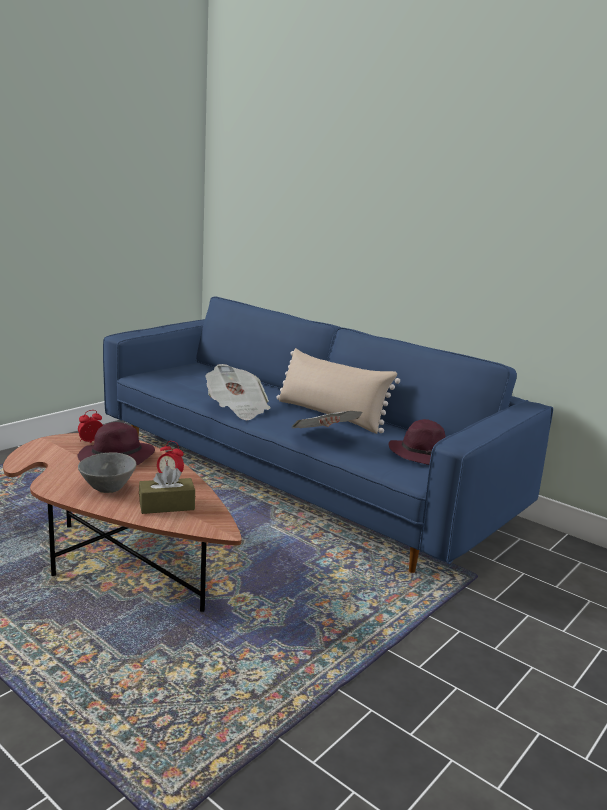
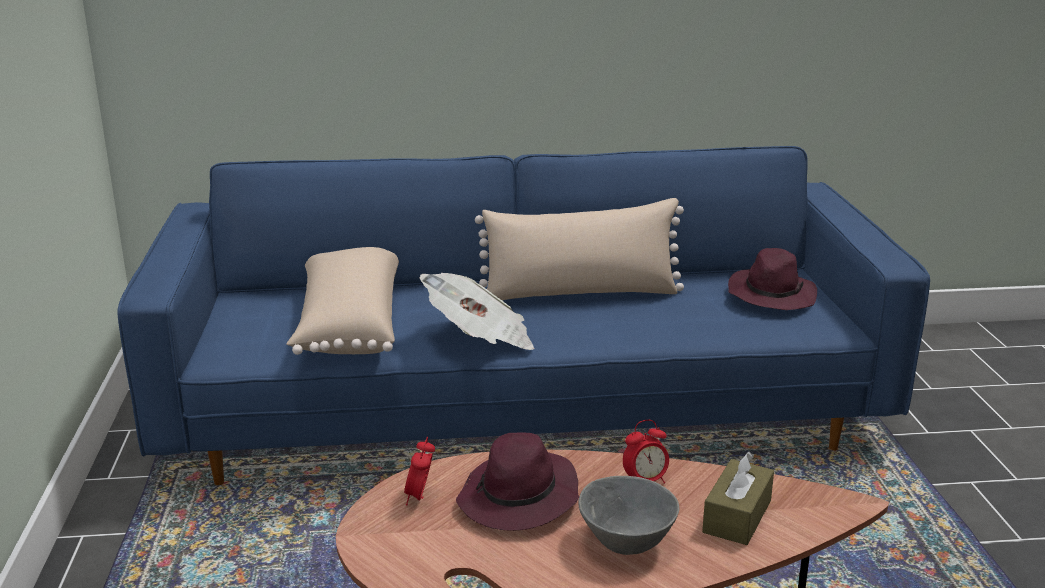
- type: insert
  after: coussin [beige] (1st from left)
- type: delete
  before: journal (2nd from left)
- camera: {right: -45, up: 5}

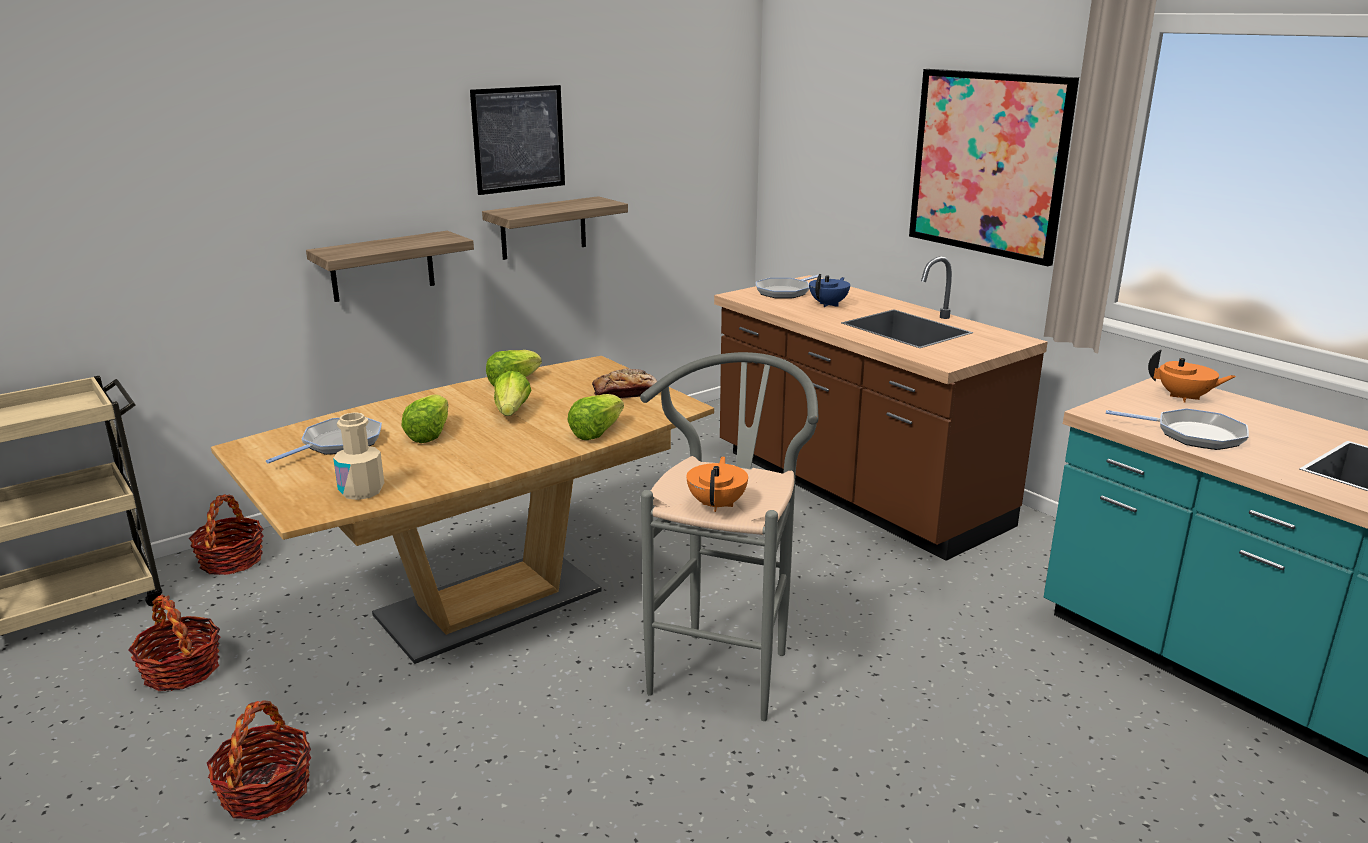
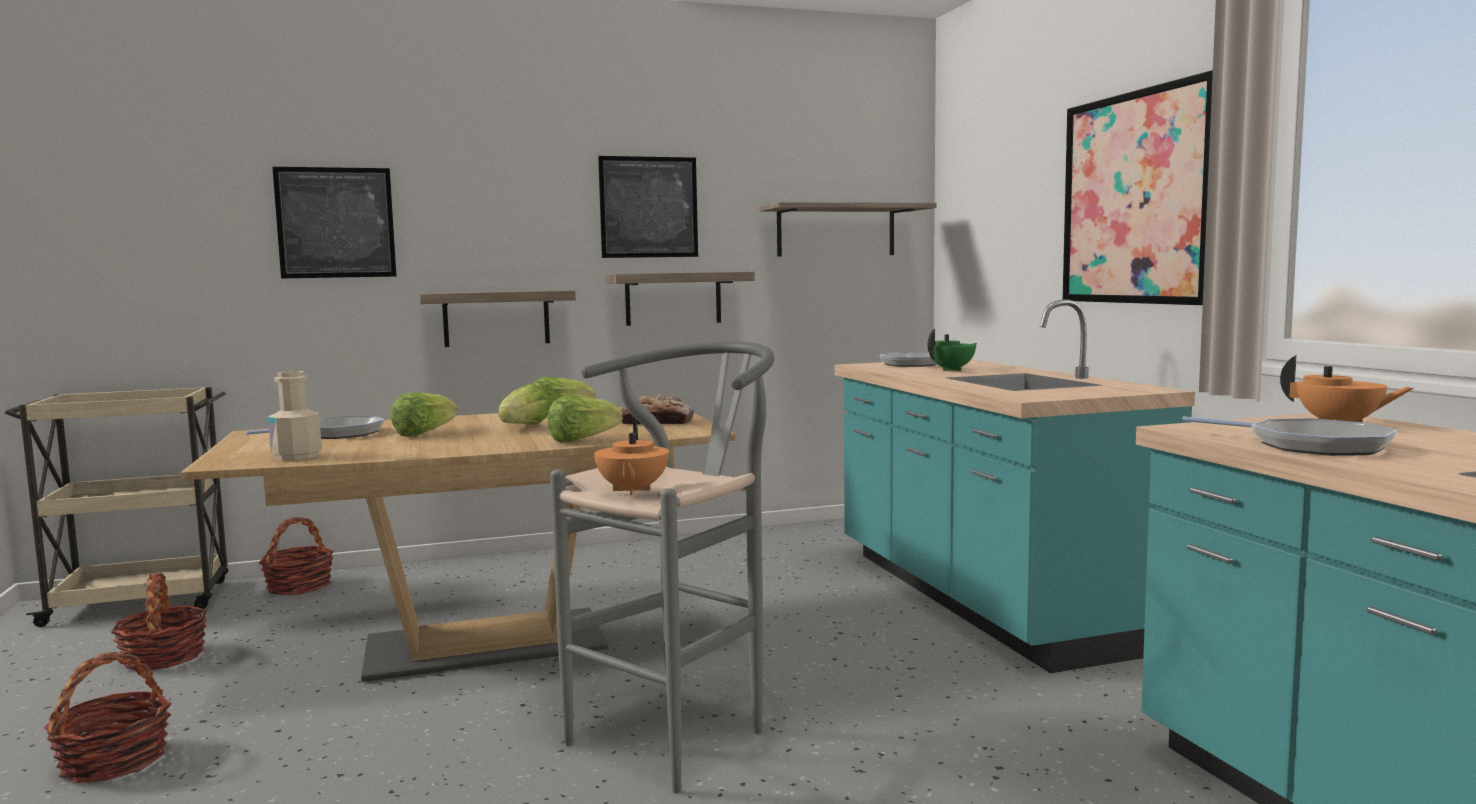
- type: insert
  after: tableau (1st from left)
- type: rotate
  before: théière [orange] (1st from left)
  turn: 150
- type: insert
  after: étagère (3rd from left)
- type: recolor
  before: comptoir de cuisine [marron]
  after: comptoir de cuisine [turquoise] (1st from left)
- type: recolor
  before: théière [bleu]
  after: théière [vert]
- camera: {right: 20, up: -15}

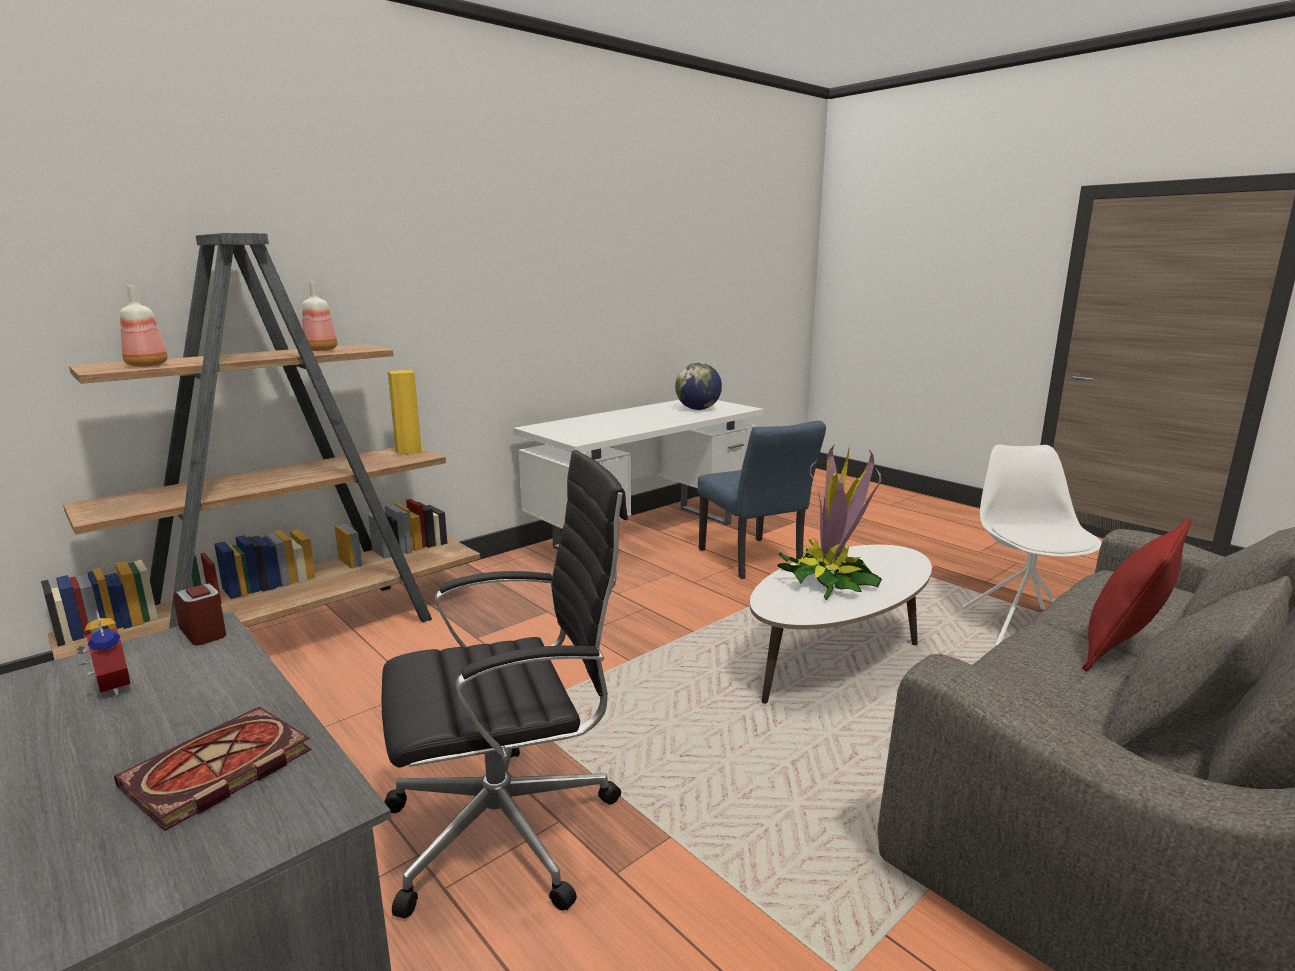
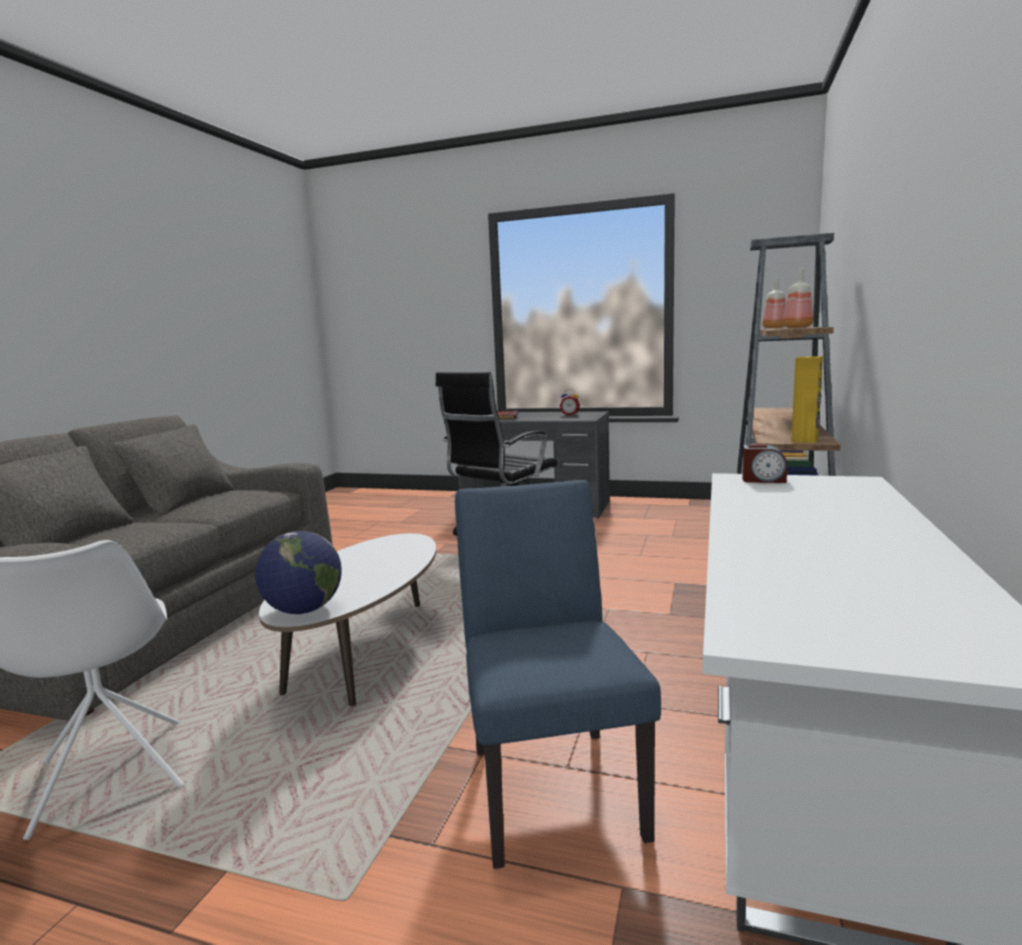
- type: move
  before: globe
- type: rotate
  before: chaise [bleu]
  turn: 45
- type: move
  before: réveil (2nd from left)
- type: delete
  before: plante en pot
- type: delete
  before: coussin [rouge]
- camera: {right: 150, up: -5}

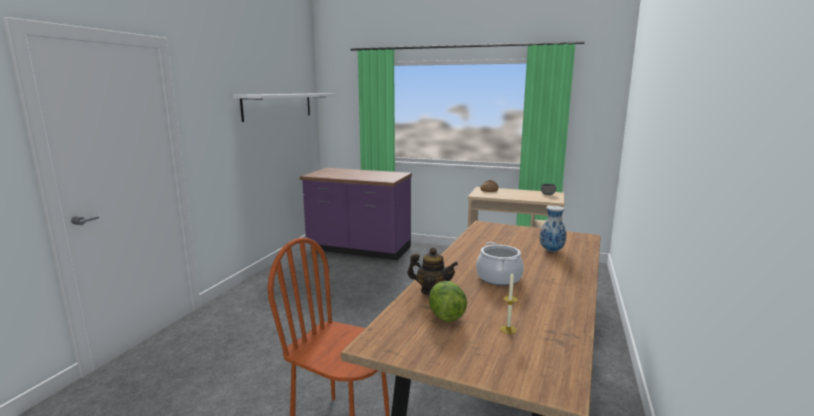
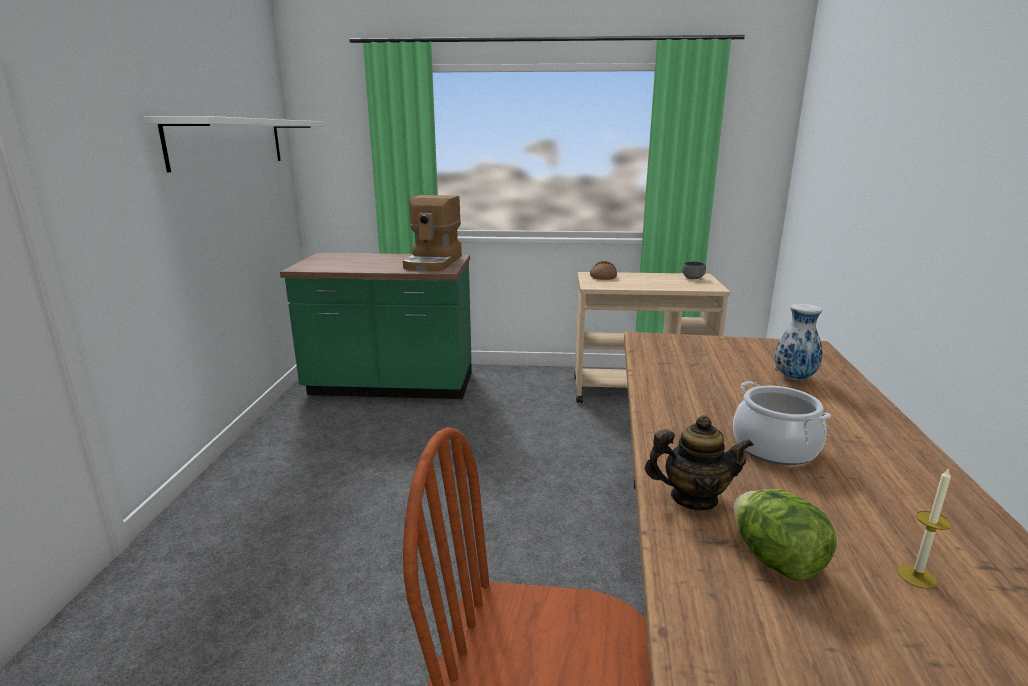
- type: recolor
  before: comptoir de cuisine [violet]
  after: comptoir de cuisine [vert]
- type: insert
  after: machine à café
- camera: {right: -15, up: 5}

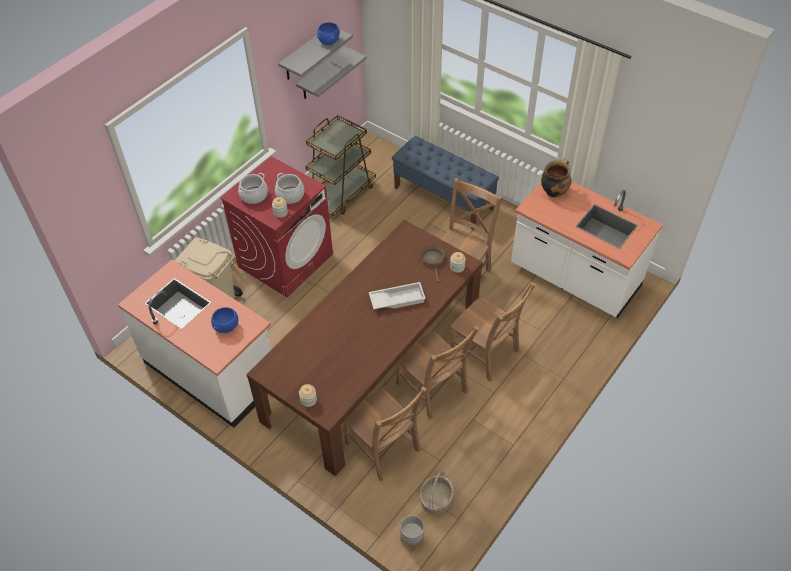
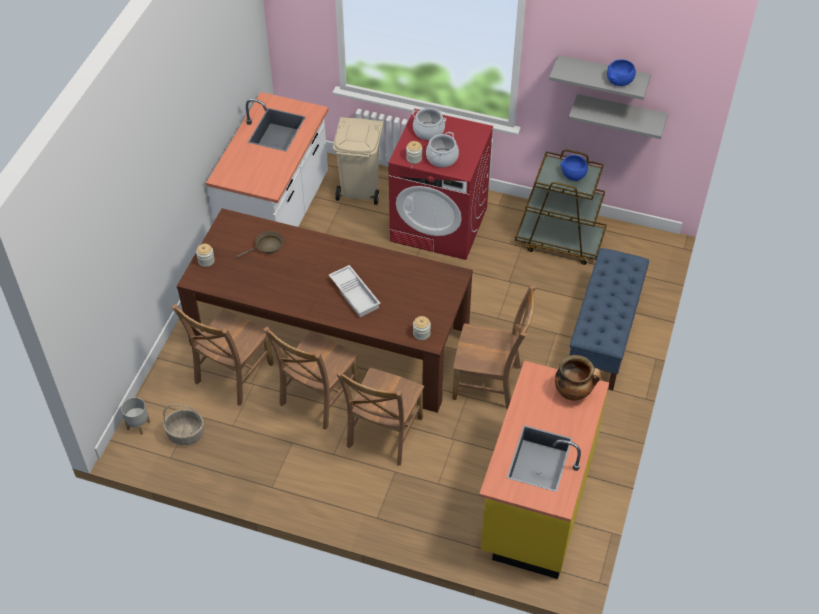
- type: move
  before: poêle [marron]
- type: recolor
  before: comptoir de cuisine [blanc] (2nd from left)
  after: comptoir de cuisine [jaune]
- type: move
  before: bol [bleu] (1st from left)
- camera: {right: 70, up: 0}

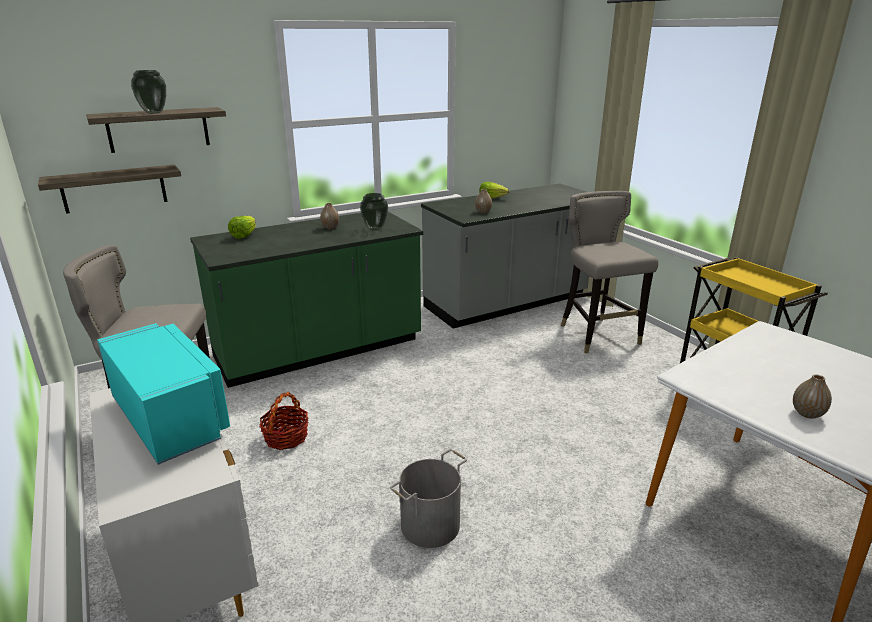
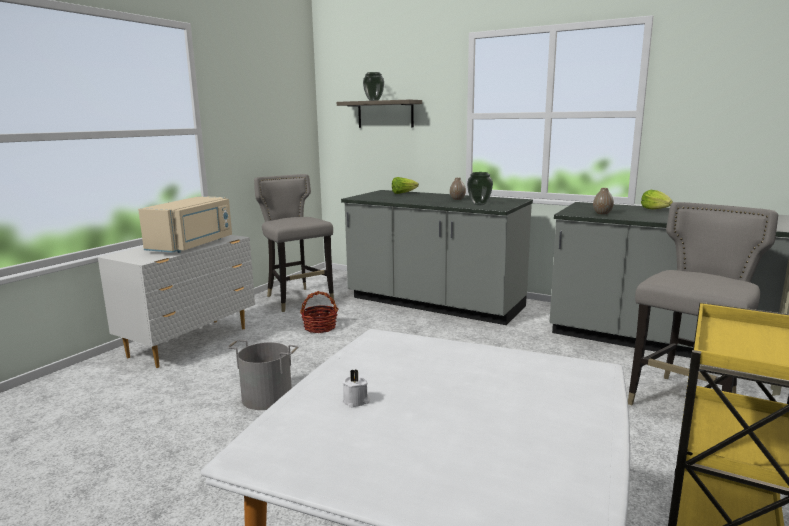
- type: recolor
  before: micro-ondes [turquoise]
  after: micro-ondes [beige]
- type: recolor
  before: comptoir de cuisine [vert]
  after: comptoir de cuisine [gris] (1st from left)
- type: replace
  before: vase (5th from left)
  after: bougie [blanc]
- type: delete
  before: étagère (1st from left)
- camera: {right: 60, up: -10}

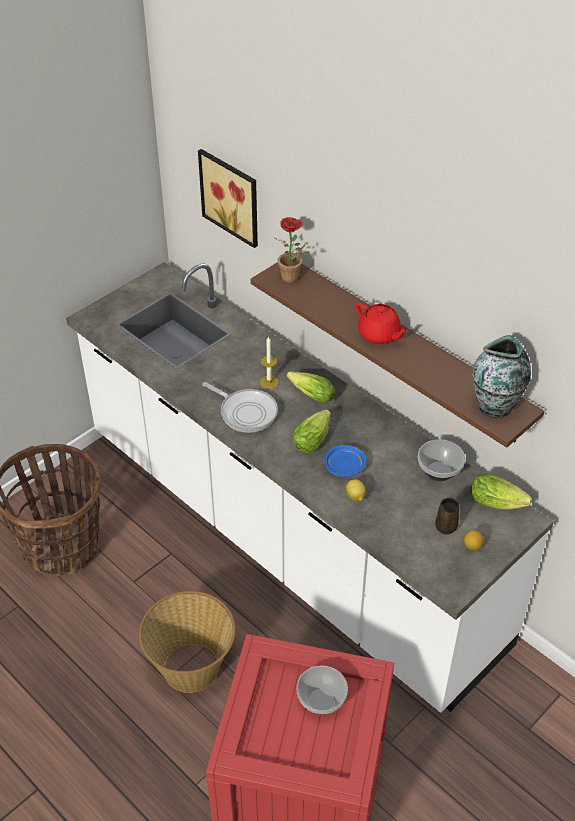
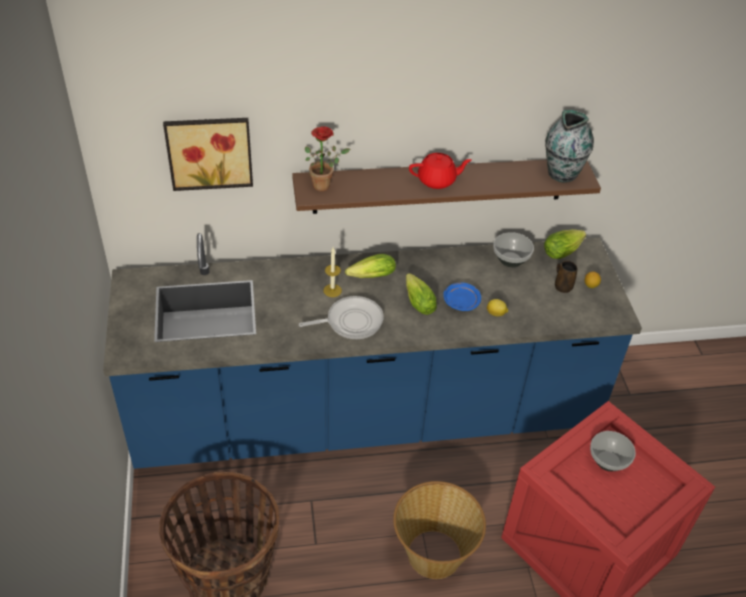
- type: recolor
  before: comptoir de cuisine [blanc]
  after: comptoir de cuisine [bleu]
- camera: {right: -55, up: 0}

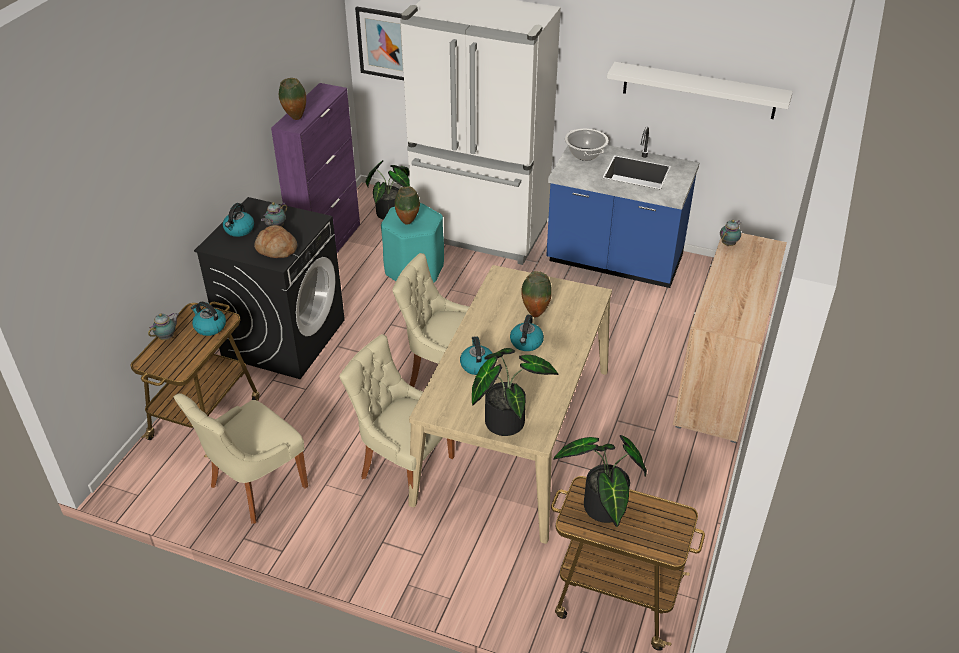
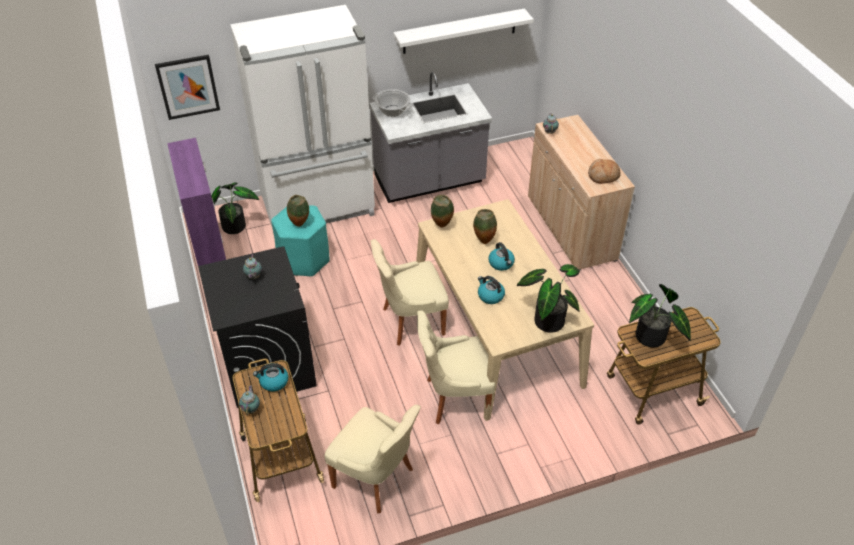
- type: rotate
  before: chaise [beige] (1st from left)
  turn: -60
- type: recolor
  before: comptoir de cuisine [bleu]
  after: comptoir de cuisine [gris]
- type: move
  before: vase (1st from left in the first image)
  after: vase (2nd from left)
- type: move
  before: pain
- type: delete
  before: bouilloire (2nd from left)
- camera: {right: -40, up: 5}

